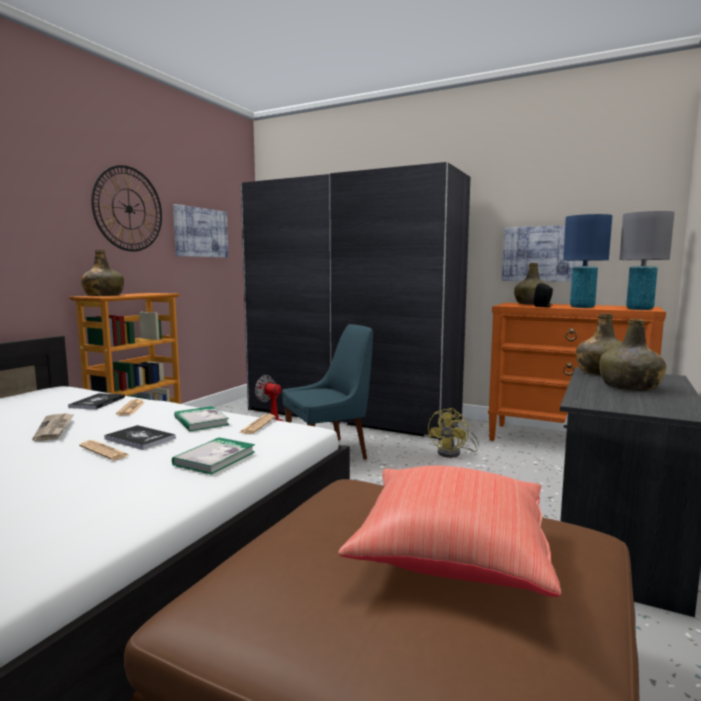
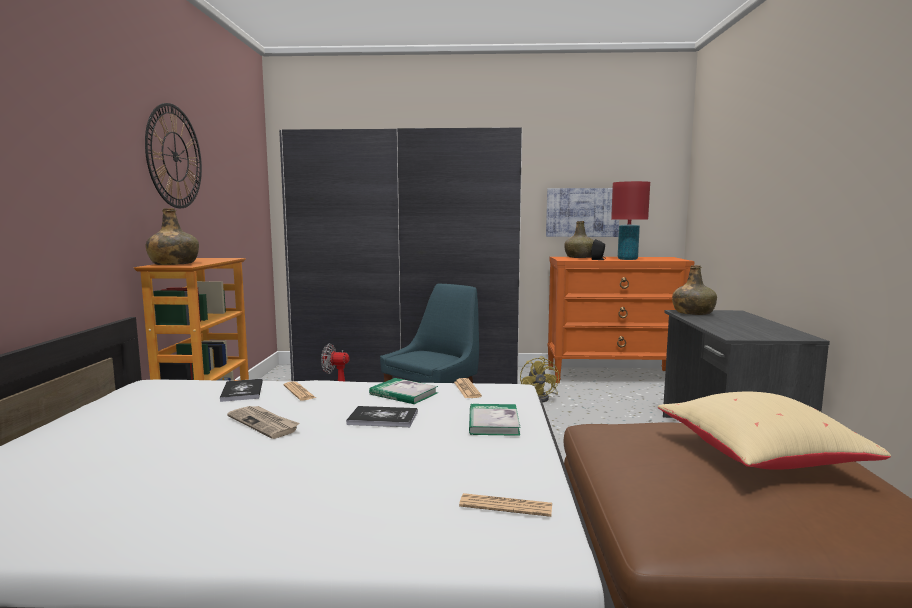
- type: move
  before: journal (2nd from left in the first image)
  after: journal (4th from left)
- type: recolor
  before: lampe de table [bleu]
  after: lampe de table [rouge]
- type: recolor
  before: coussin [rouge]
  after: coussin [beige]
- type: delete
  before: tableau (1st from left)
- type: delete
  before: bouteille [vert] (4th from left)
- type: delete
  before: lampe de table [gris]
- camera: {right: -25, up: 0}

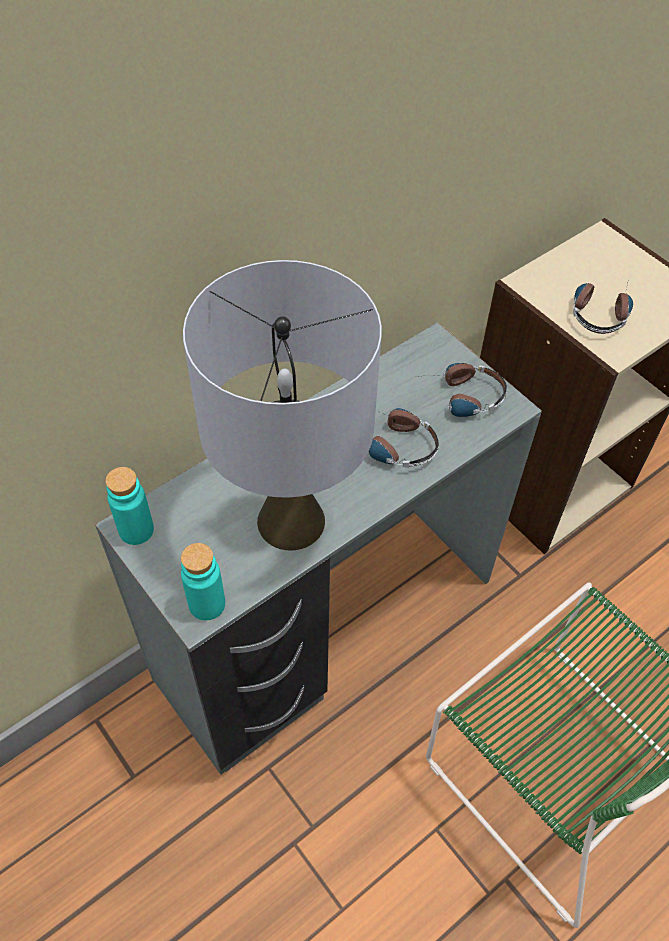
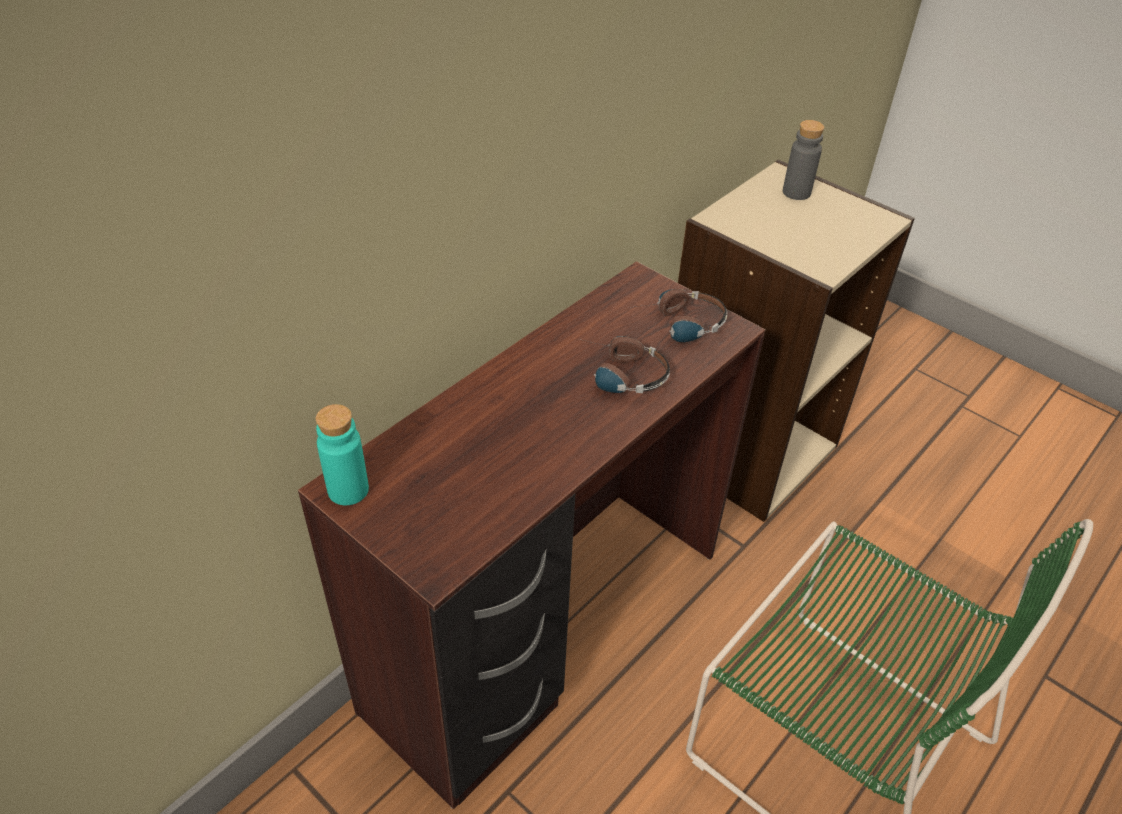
- type: recolor
  before: bureau [gris]
  after: bureau [marron]
- type: insert
  after: bouteille [gris]
- type: delete
  before: bouteille [turquoise] (2nd from left)
- type: delete
  before: lampe de table [gris]
- type: delete
  before: casque audio (3rd from left)
- camera: {right: -10, up: -10}

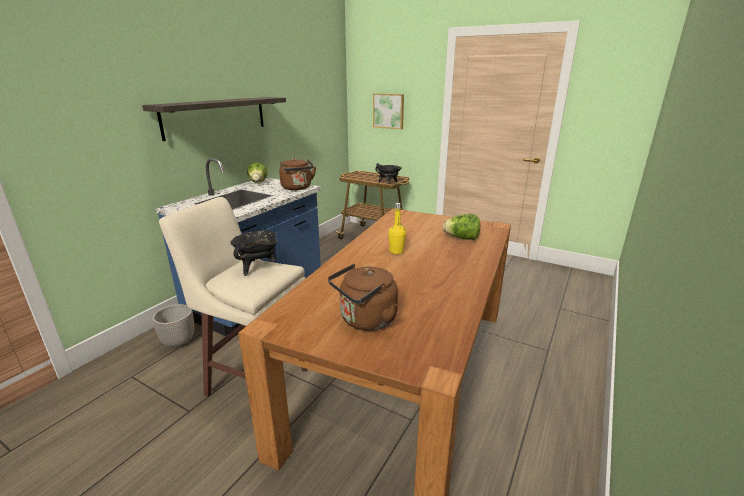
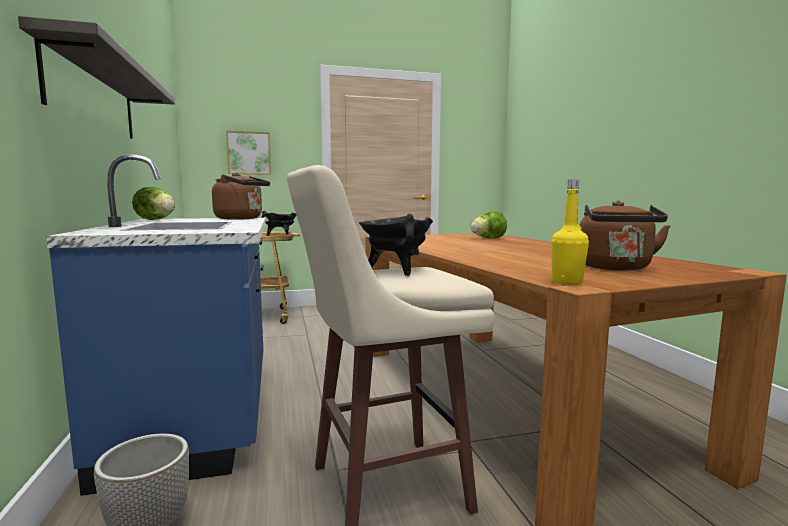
- type: move
  before: bouteille [jaune]
- camera: {right: -45, up: -15}

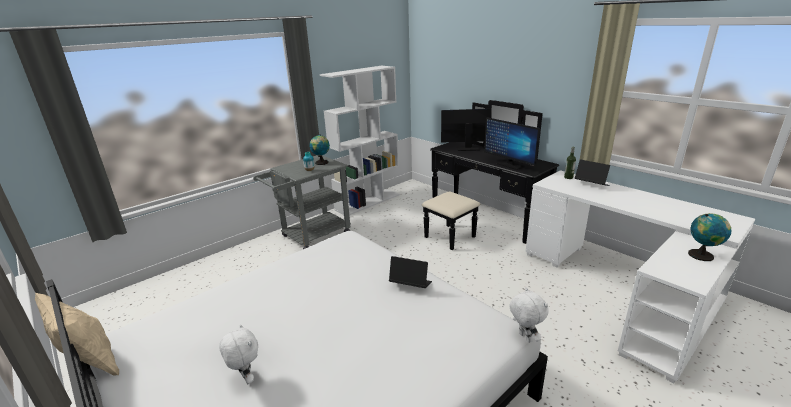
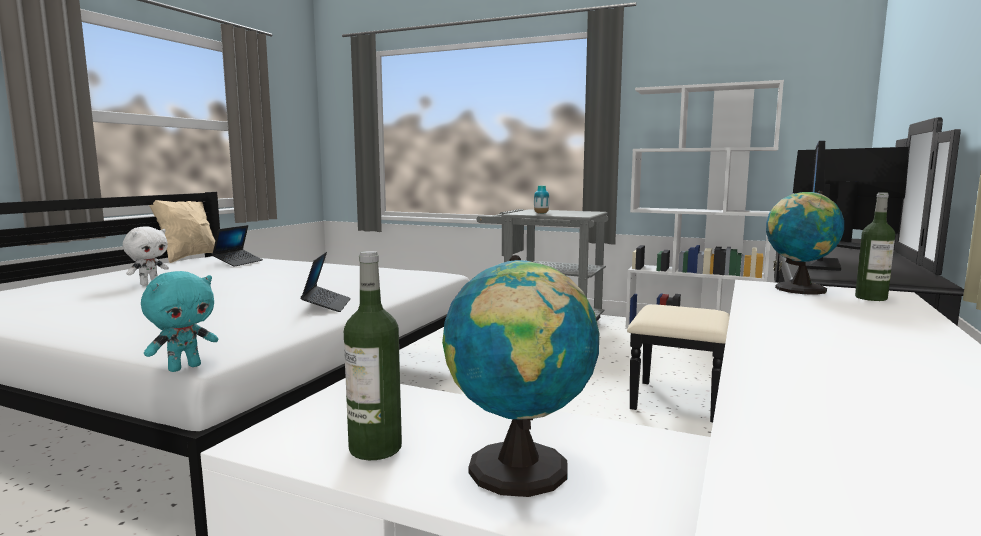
- type: recolor
  before: peluche [blanc] (2nd from left)
  after: peluche [turquoise]
- type: move
  before: ordinateur portable (2nd from left in the first image)
  after: ordinateur portable (1st from left)
- type: insert
  after: bouteille (1st from left)
- type: move
  before: globe (1st from left in the first image)
  after: globe (2nd from left)
- camera: {right: 65, up: -15}

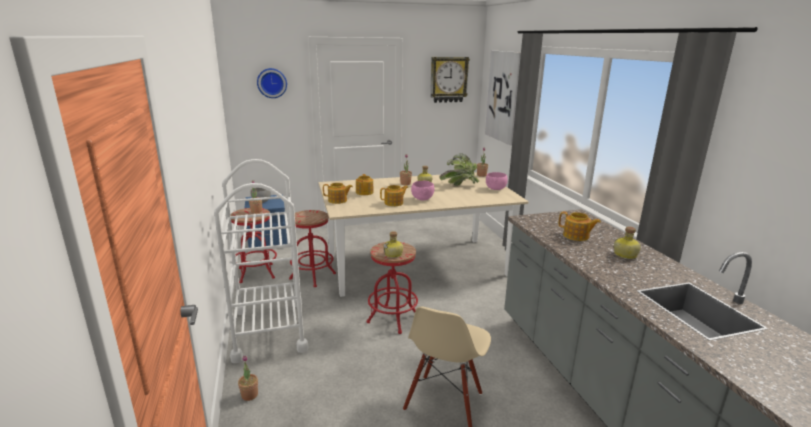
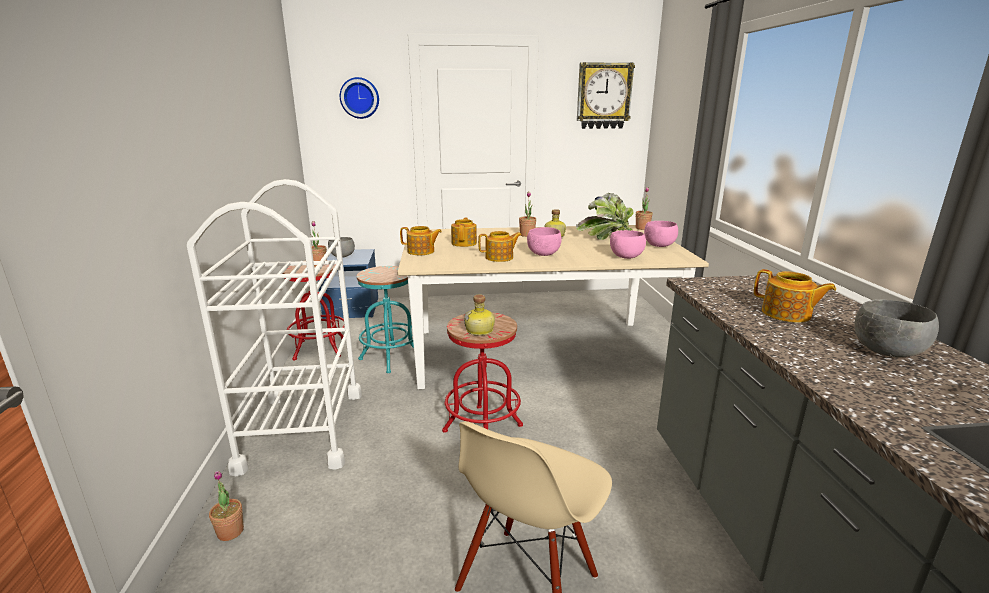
- type: recolor
  before: tabouret [rouge] (2nd from left)
  after: tabouret [turquoise]
- type: insert
  after: bol [rose] (2nd from left)
- type: replace
  before: bouteille (3rd from left)
  after: bol [gris] (2nd from left)
- type: delete
  before: tableau
- camera: {right: 10, up: 0}

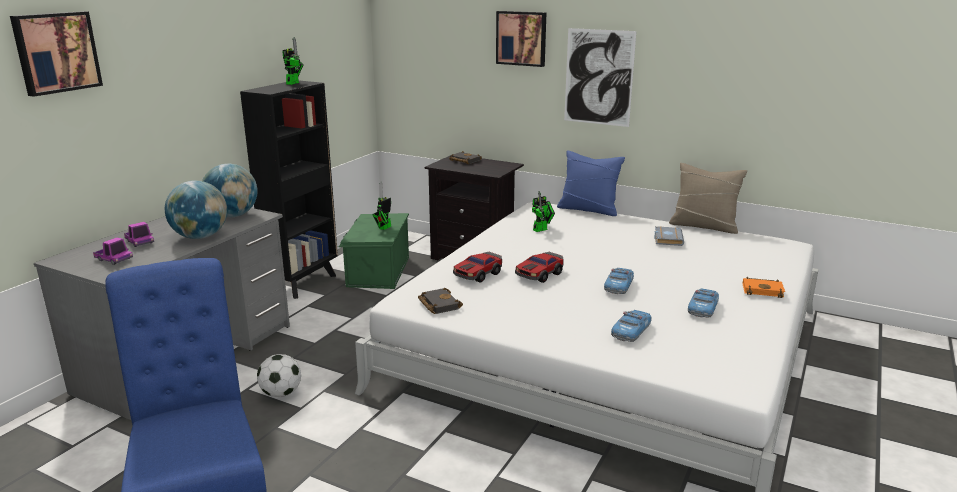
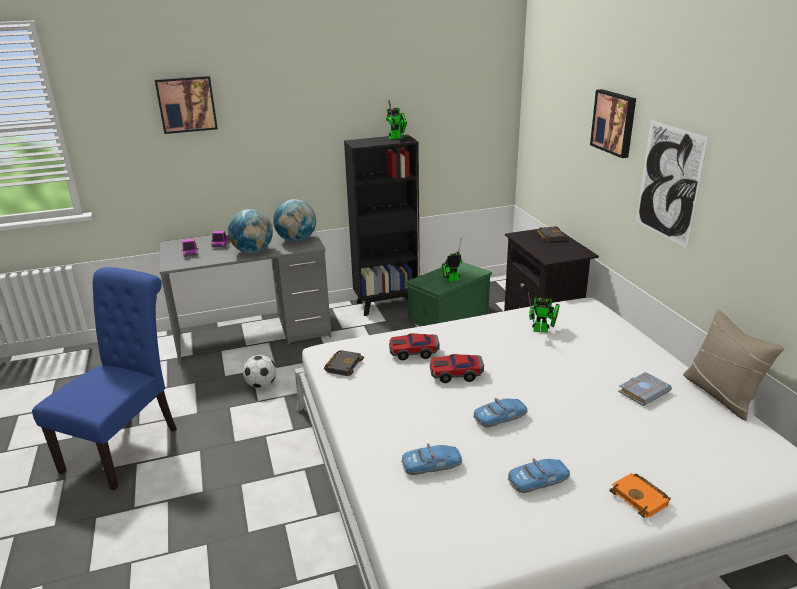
- type: delete
  before: coussin [bleu]
- camera: {right: 45, up: 5}

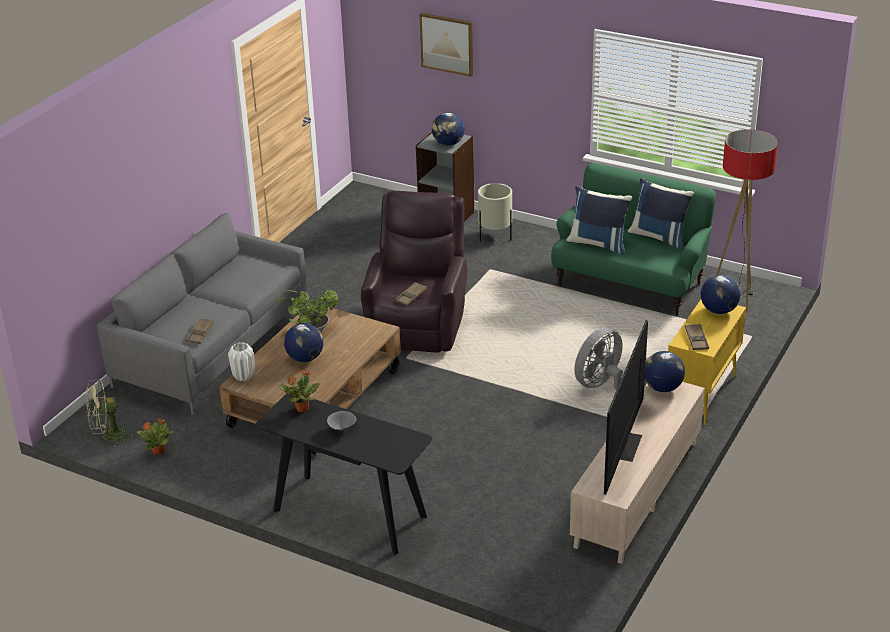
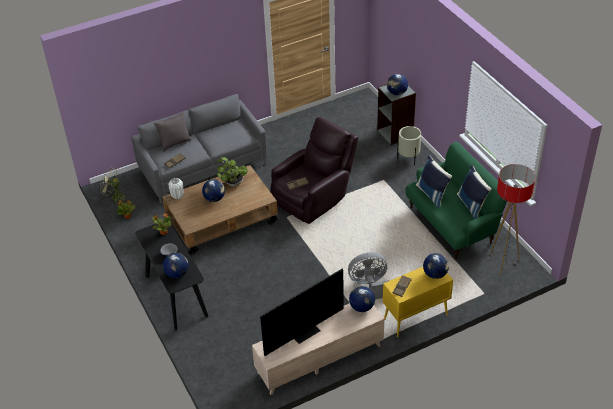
- type: insert
  after: coussin [gris]
- type: insert
  after: globe (1st from left)
- type: delete
  before: tableau
- camera: {right: 35, up: 10}

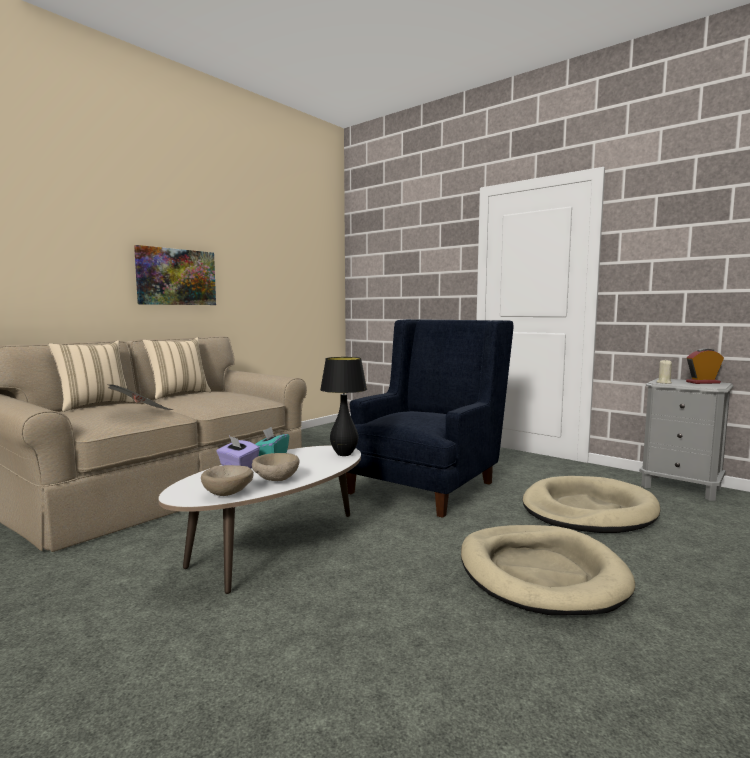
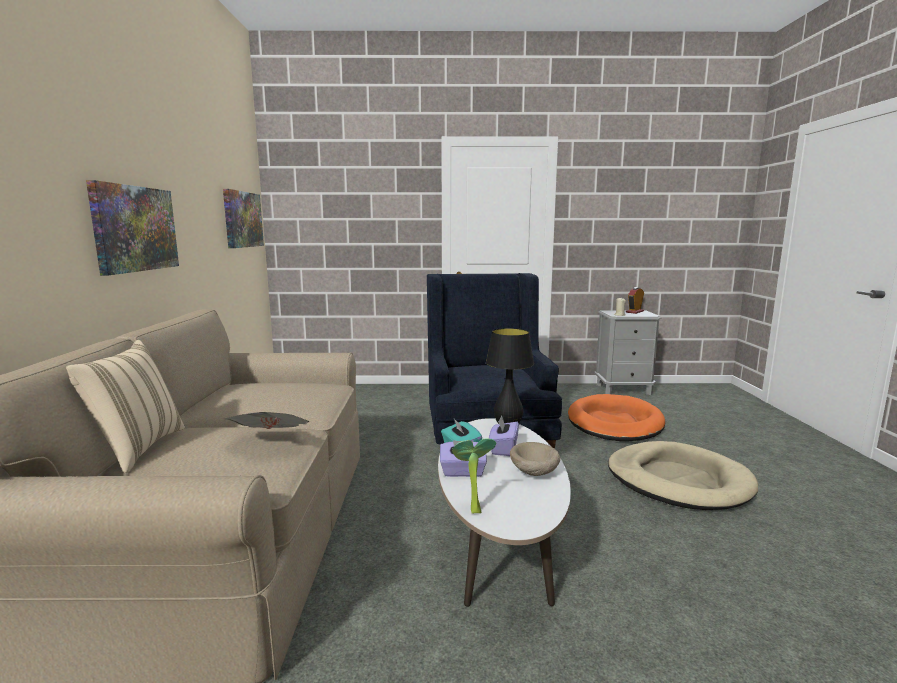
- type: insert
  after: tableau (2nd from left)
- type: insert
  after: plante en pot
- type: insert
  after: boîte à mouchoirs [violet] (2nd from left)
- type: recolor
  before: panier pour chien [beige] (2nd from left)
  after: panier pour chien [orange]
- type: delete
  before: coussin [beige] (2nd from left)
- type: delete
  before: bol [beige] (1st from left)
- camera: {right: -40, up: 5}

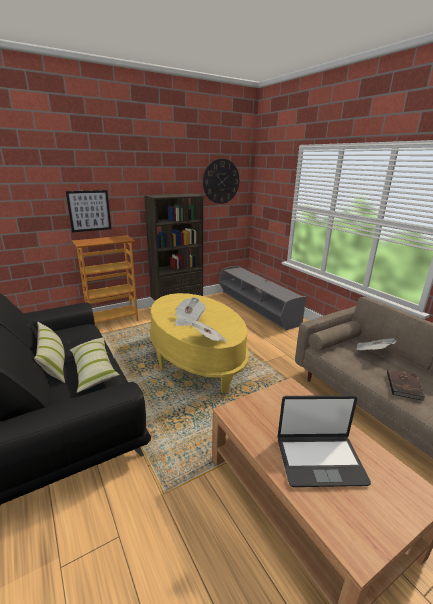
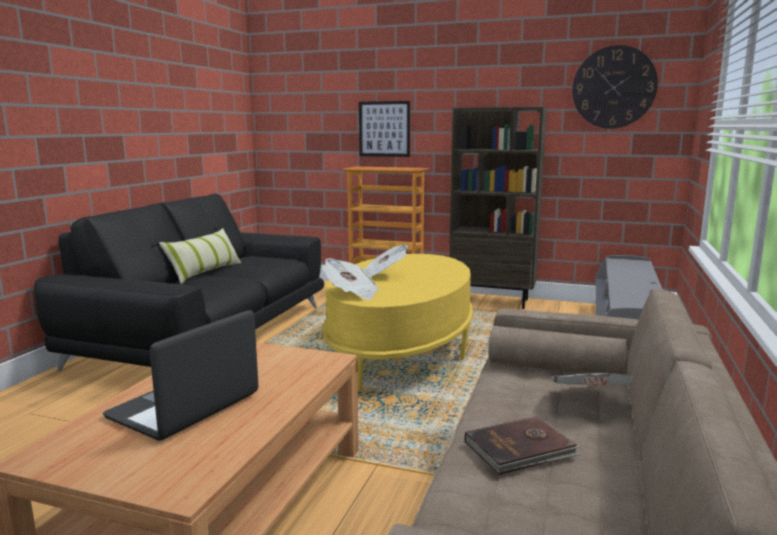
- type: rotate
  before: ordinateur portable
  turn: 75
- type: delete
  before: coussin (2nd from left)
- camera: {right: 50, up: -10}

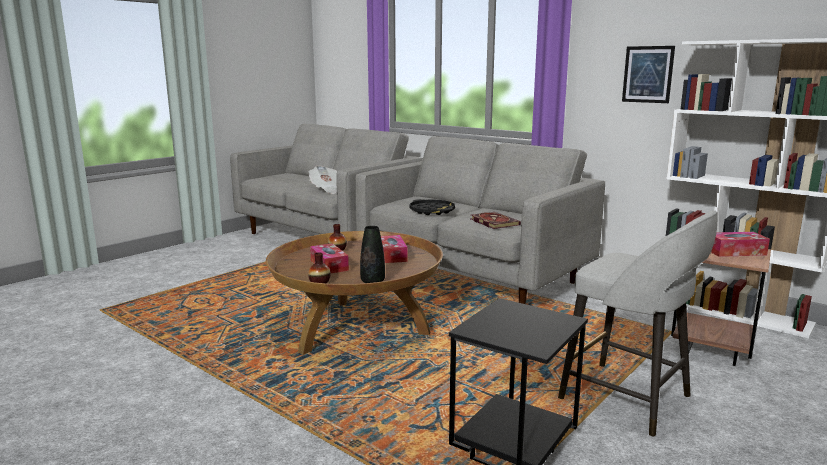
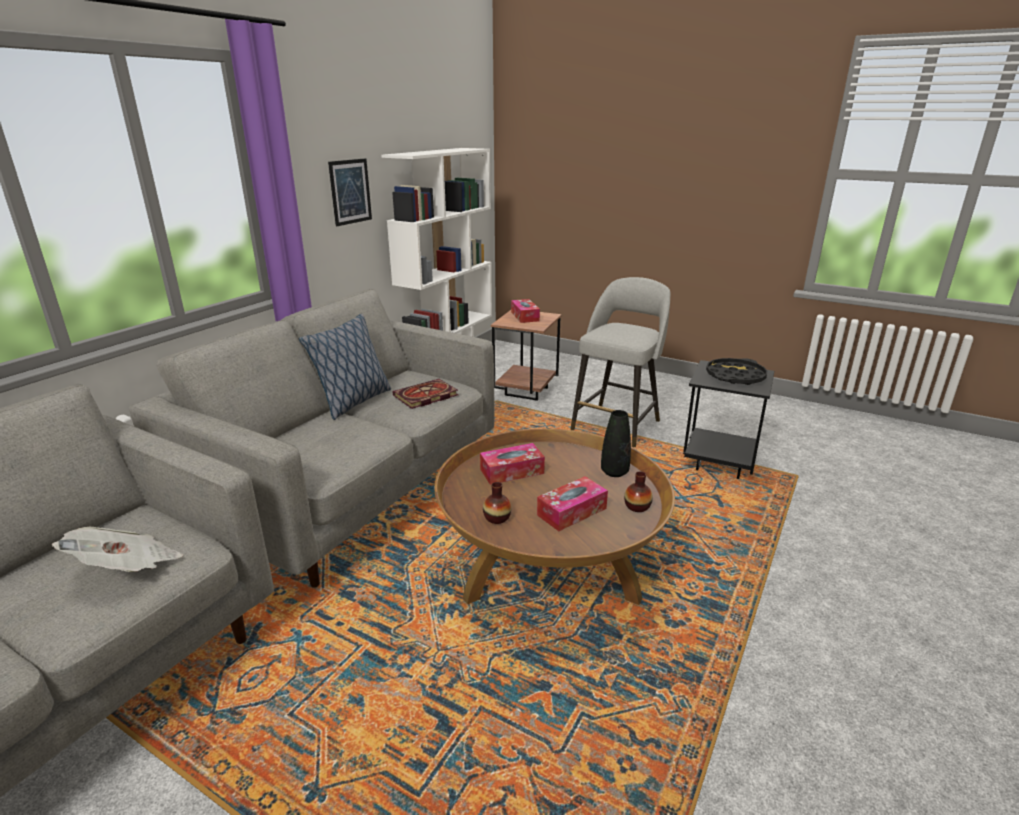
- type: insert
  after: coussin
- type: move
  before: plateau [noir]
- camera: {right: -100, up: 10}

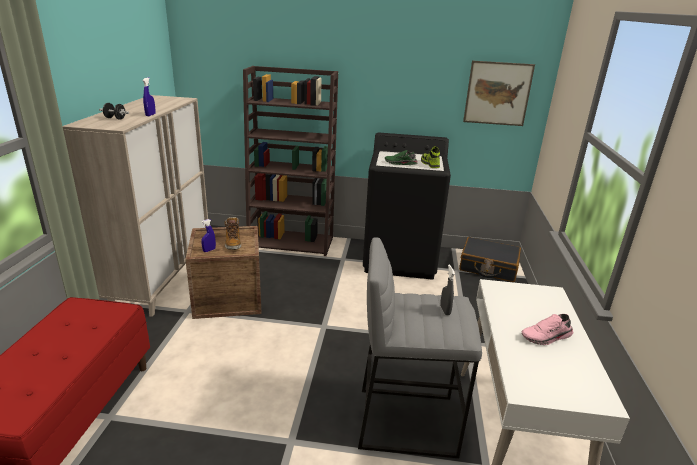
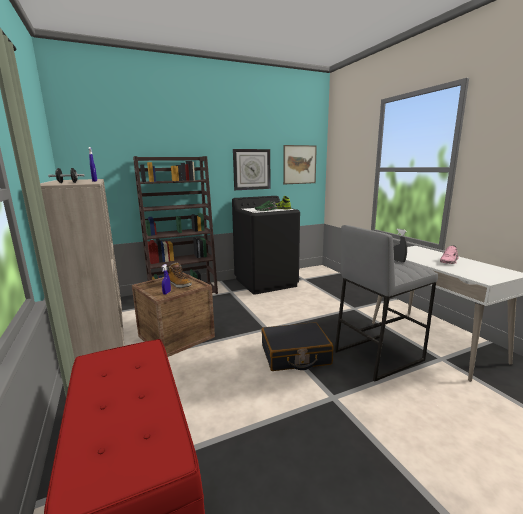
- type: insert
  after: horloge murale
- type: move
  before: valise [noir]
- camera: {right: -30, up: -10}

